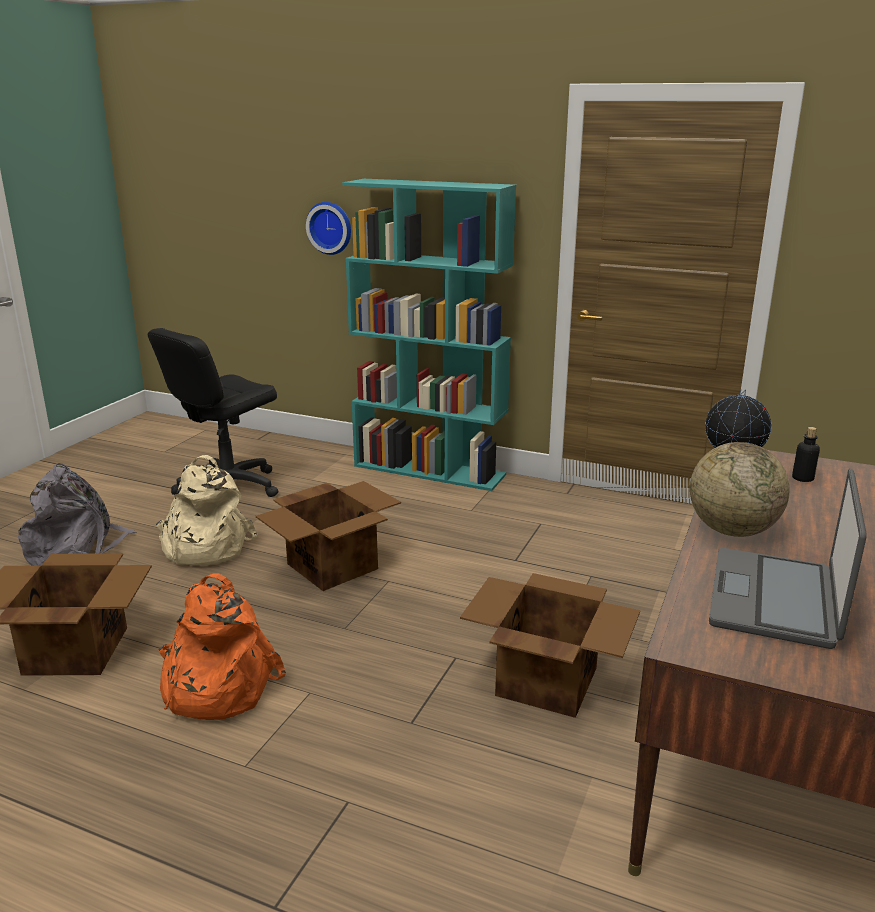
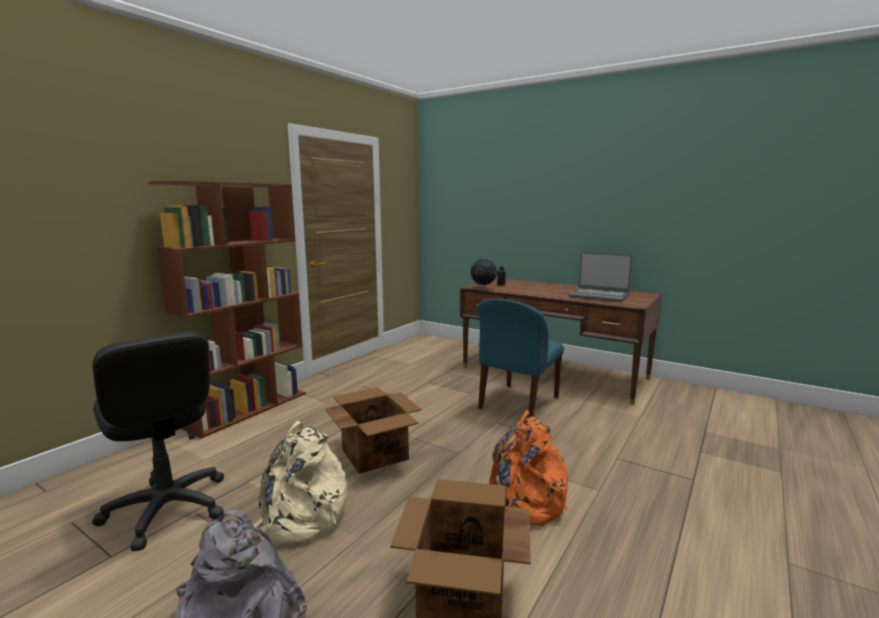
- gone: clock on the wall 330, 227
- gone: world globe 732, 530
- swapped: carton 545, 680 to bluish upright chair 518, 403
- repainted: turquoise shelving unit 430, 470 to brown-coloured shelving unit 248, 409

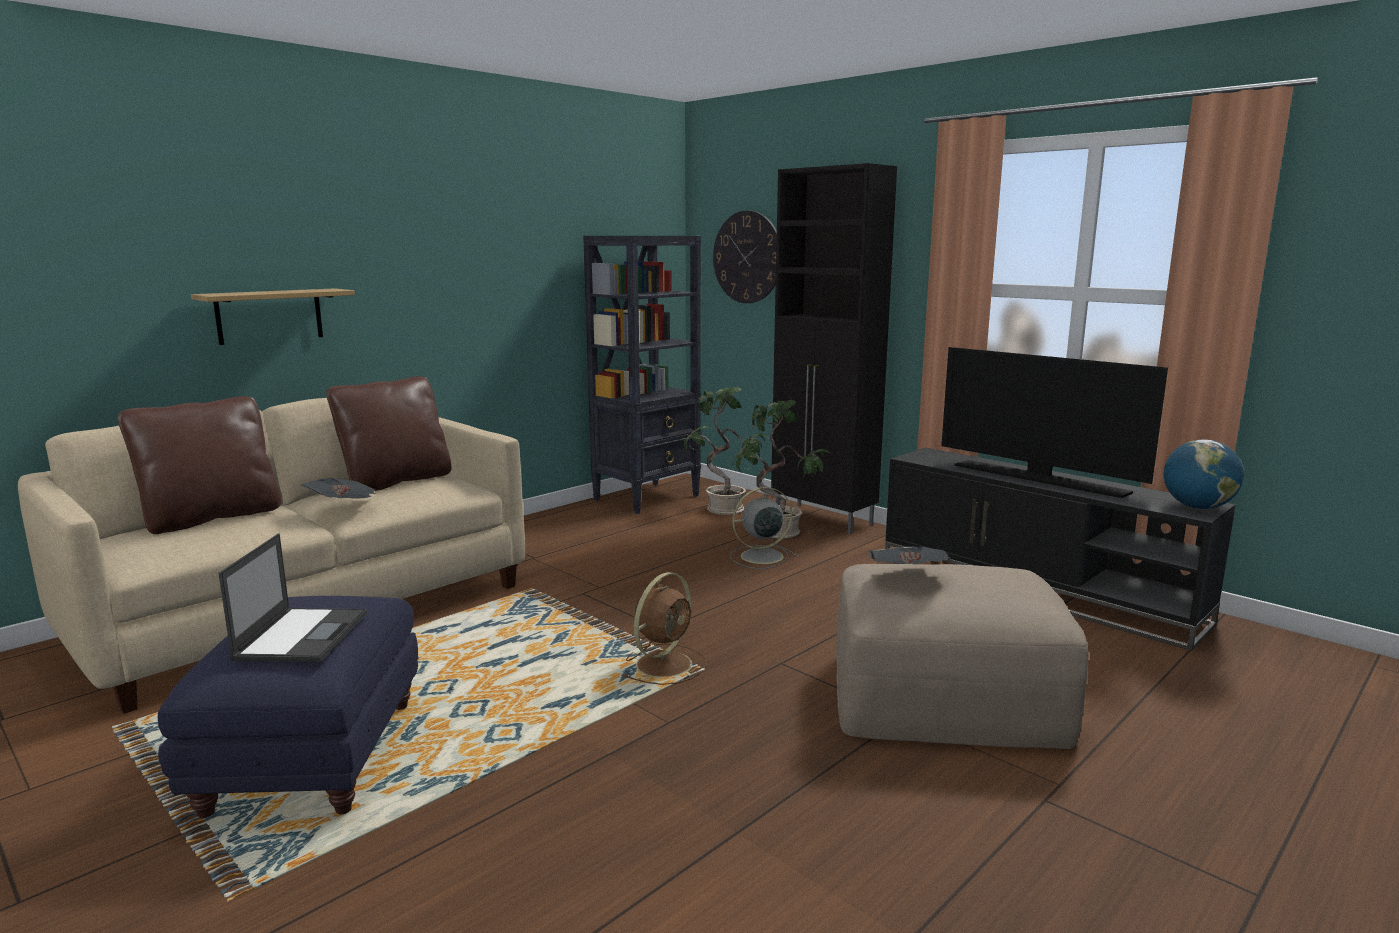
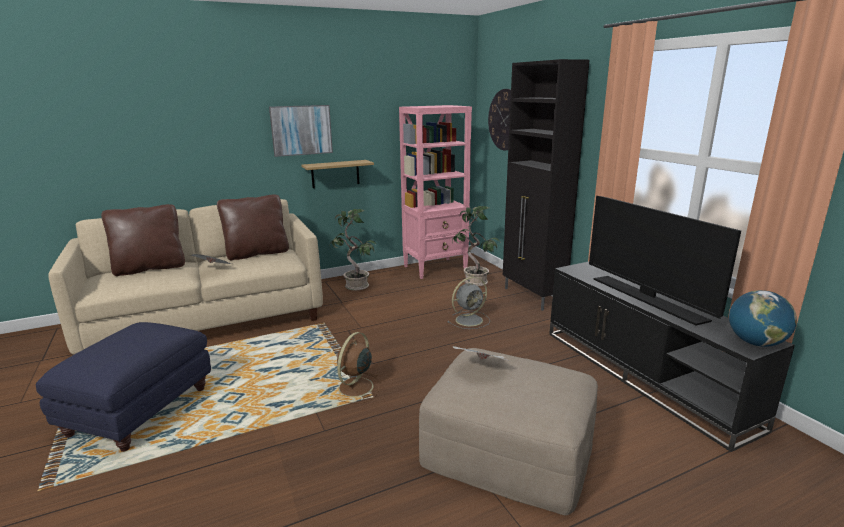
- gone: laptop 302, 635
- new: picture 301, 130
- shifted: bracket shelf 269, 316 to 335, 174
- shifted: houseplant 778, 532 to 355, 286
- repainted: black-coloured shelving unit 647, 497 to pinkish shelving unit 436, 268
- rotated: brown-coloured electric fan 665, 664 = 355, 388 150 degrees clockwise
- rotated: grey electric fan 760, 557 = 470, 320 150 degrees clockwise

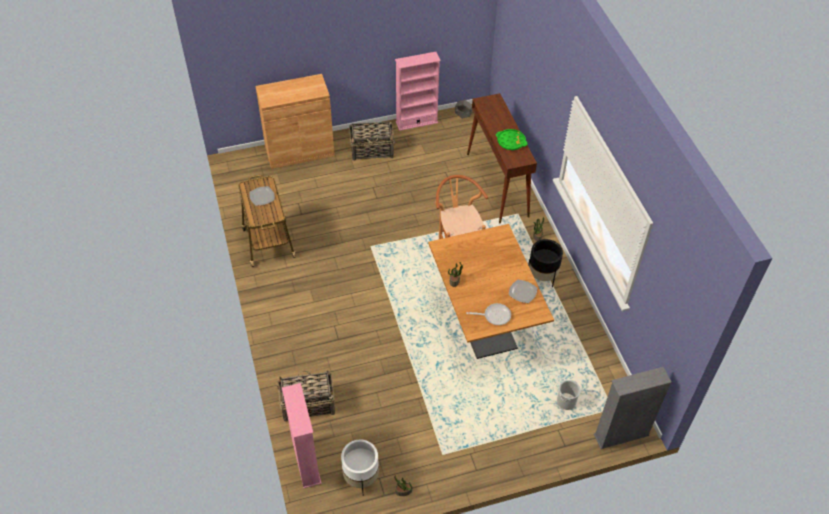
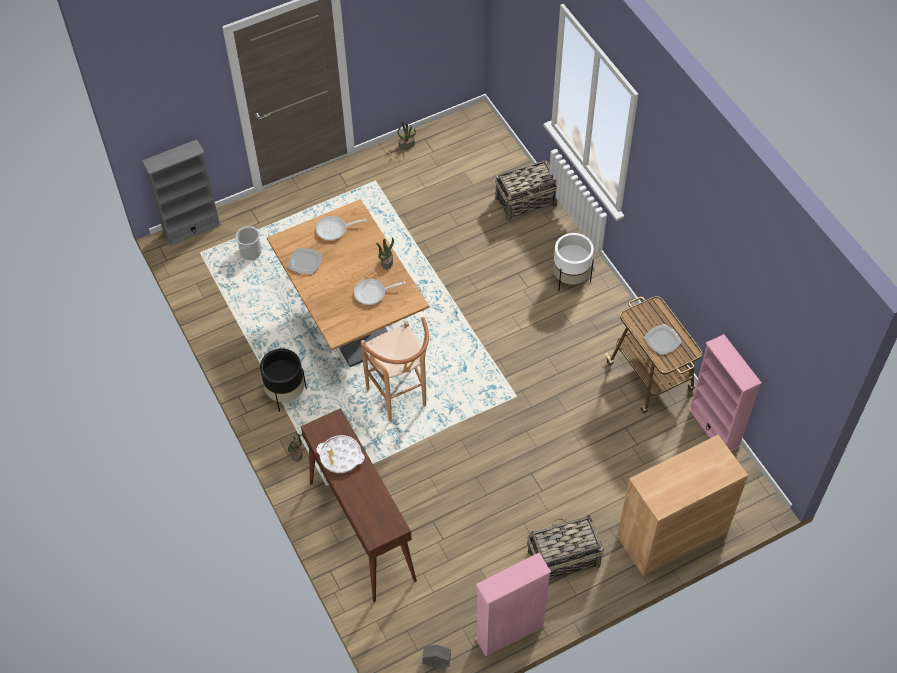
- new: skillet 373, 293
- shifted: pinkish shelving unit 306, 462 to 714, 427
- shifted: white flower pot 361, 478 to 570, 279
- repainted: green-coloured serving tray 511, 141 to white serving tray 341, 456

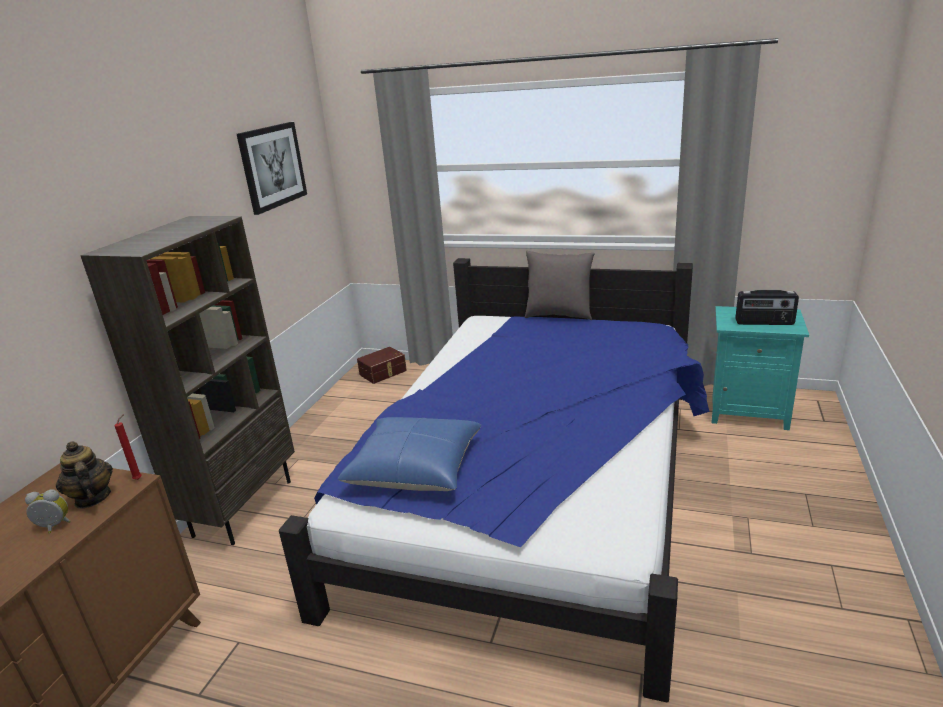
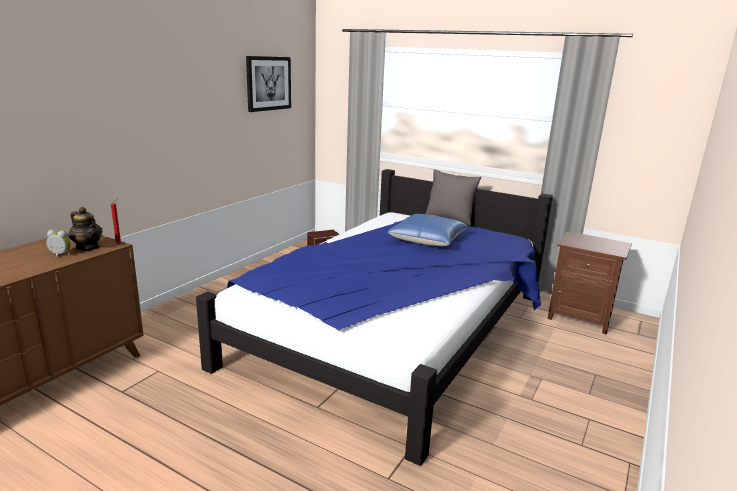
- gone: brown-coloured shelving unit 243, 507
- gone: radio set 764, 323
- shifted: bluish pillow 415, 468 to 427, 240
- repainted: turquoise bedside table 748, 412 to brown-coloured bedside table 580, 317
- rotated: tea pot 92, 498 = 88, 247 150 degrees clockwise

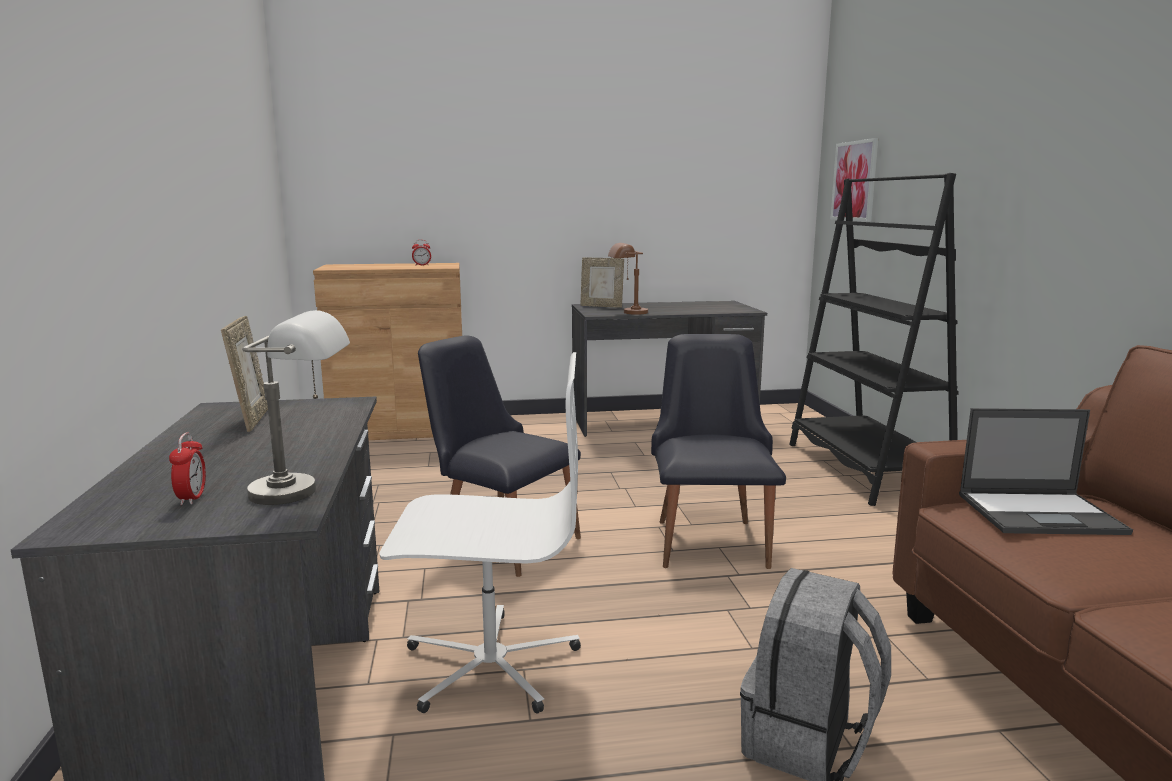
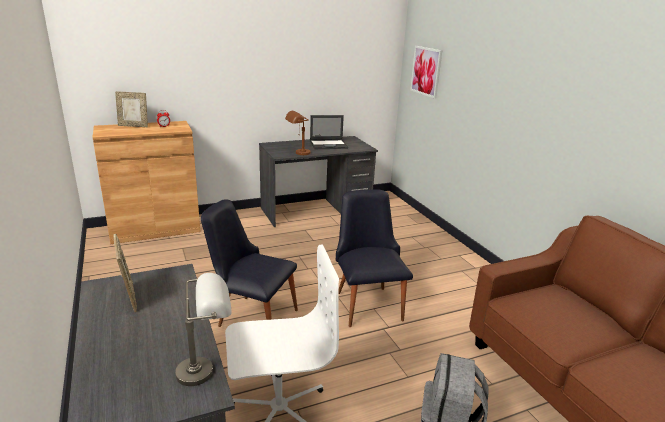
- gone: alarm clock 192, 498
- gone: black-coloured shelving unit 865, 469
- shifted: photo frame 602, 306 to 133, 126
- shifted: laptop 1041, 513 to 329, 145

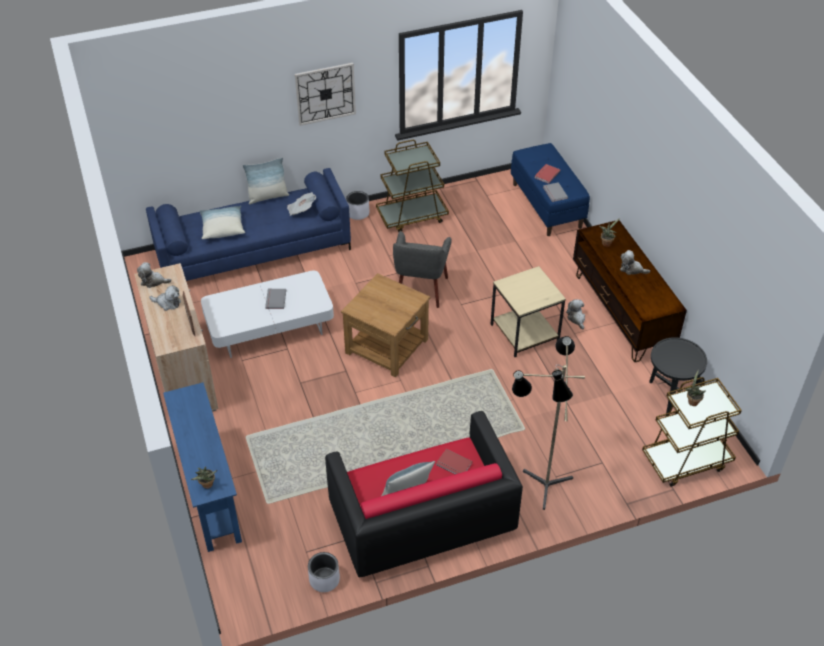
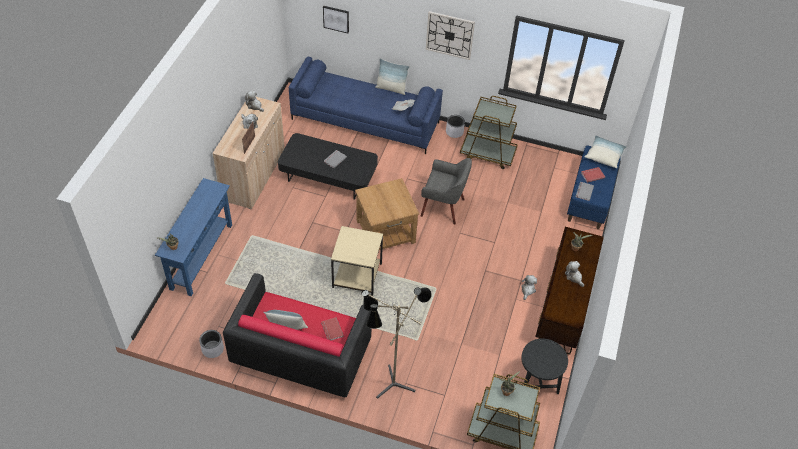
- new: picture 336, 19
- shifted: pillow 222, 228 to 604, 156
- shifted: beige accent table 524, 333 to 356, 276
- repainted: white lounge table 270, 327 to black-coloured lounge table 328, 176
- rotated: grey armchair 420, 290 = 443, 207 120 degrees counterclockwise

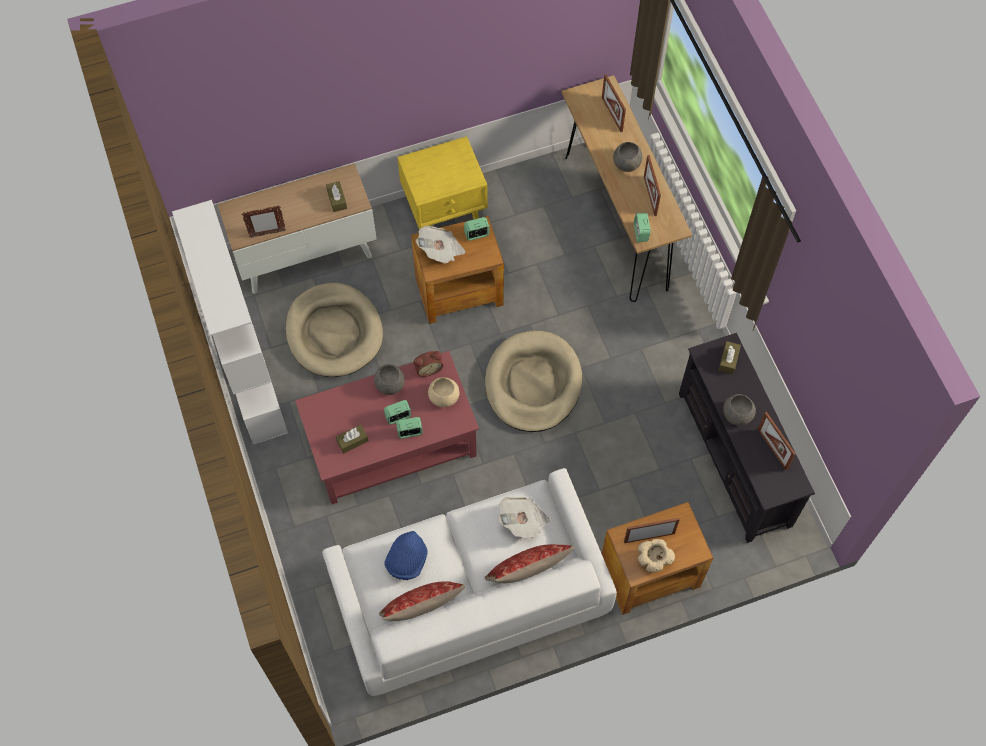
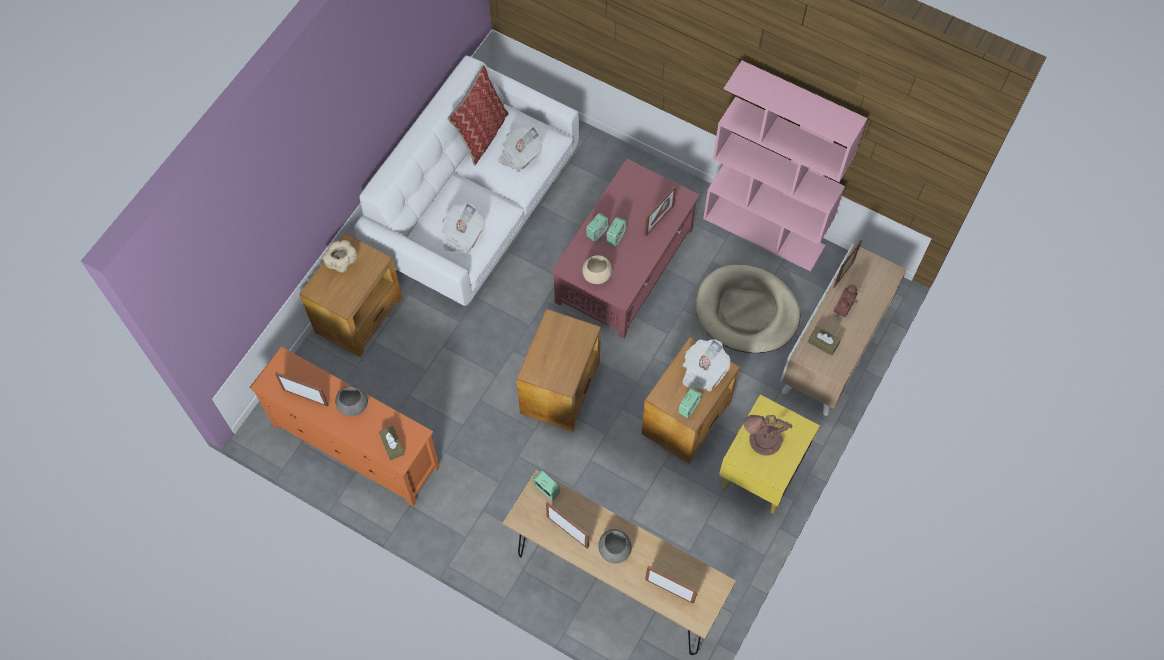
- gone: brown-coloured tissue box 352, 441
- gone: grey serving bowl 389, 383
- gone: pillow 526, 575
- new: brown-coloured table lamp 762, 440
- shifted: alarm clock 428, 368 to 845, 309
- shifted: photo frame 649, 537 to 659, 220
- swapped: bluish hat 407, 560 to printed paper 520, 155
- swapped: beige dog bed 533, 383 to brown-coloured accent table 561, 388
- repainted: white shelving unit 252, 383 to pinkish shelving unit 764, 232
- repainted: black-coloured tv unit 734, 459 to orange tv unit 355, 447

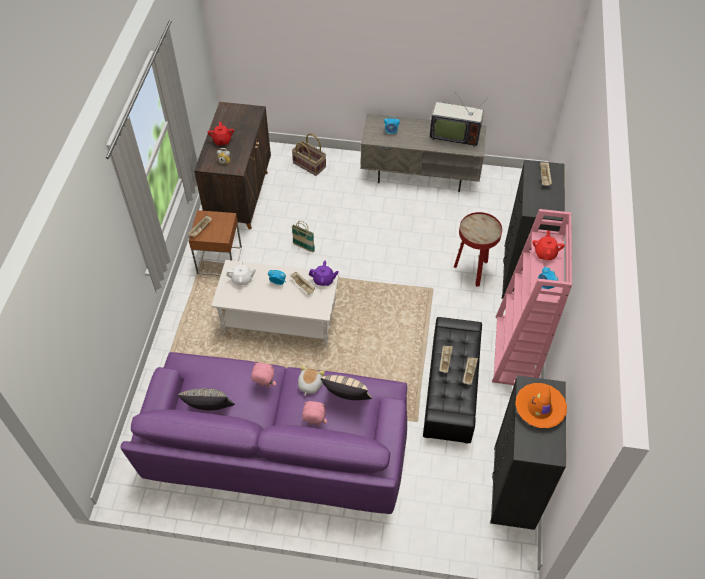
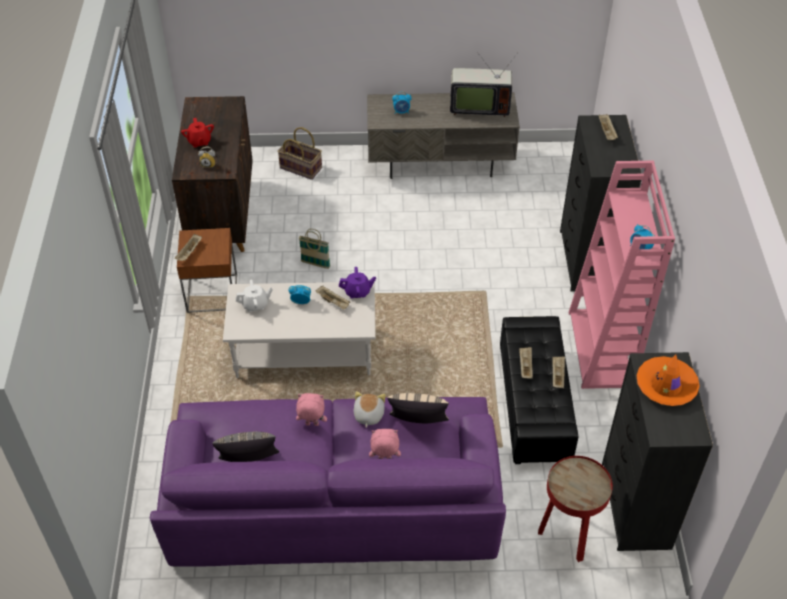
- gone: red-coloured tea pot 545, 253
- shifted: red-coloured accent table 472, 271 to 566, 537

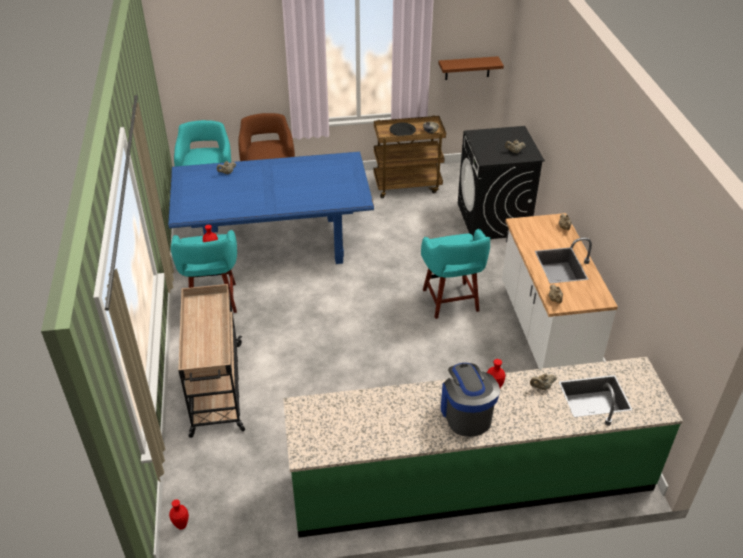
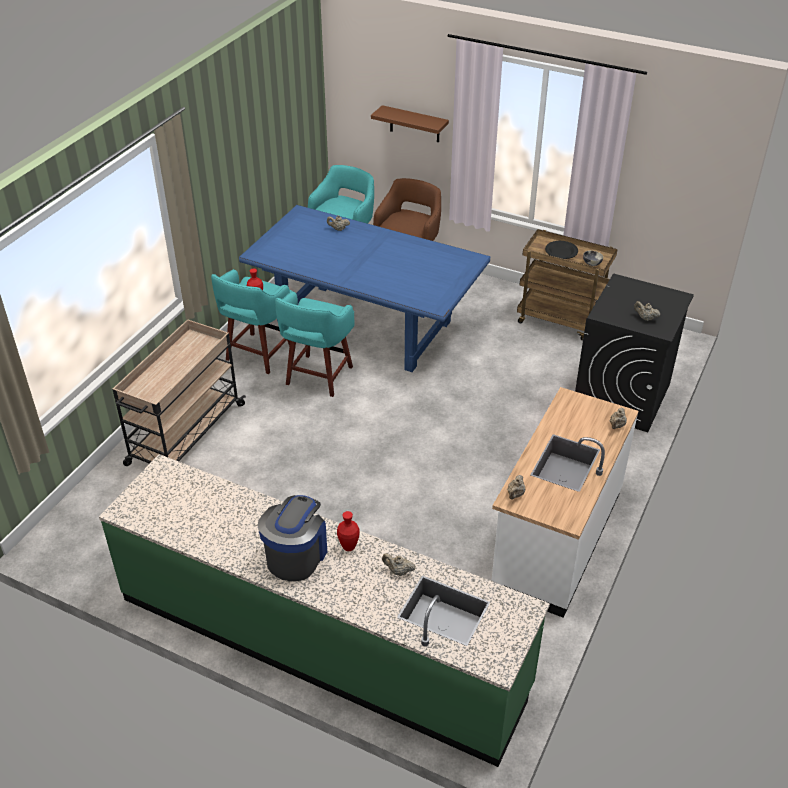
- gone: red-coloured decorative vase 181, 525
- shifted: turquoise sitting stool 451, 302 to 318, 377
- shifted: brown-coloured bracket shelf 467, 68 to 414, 124

